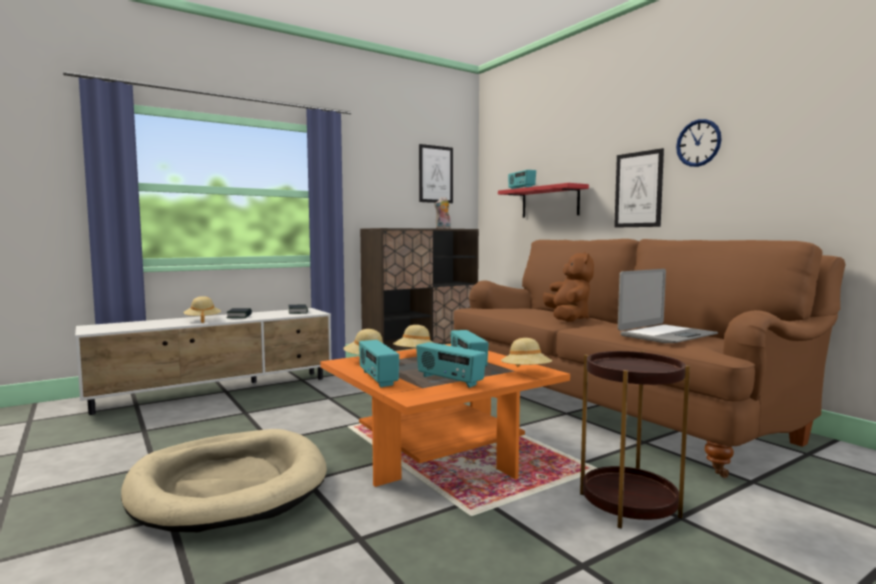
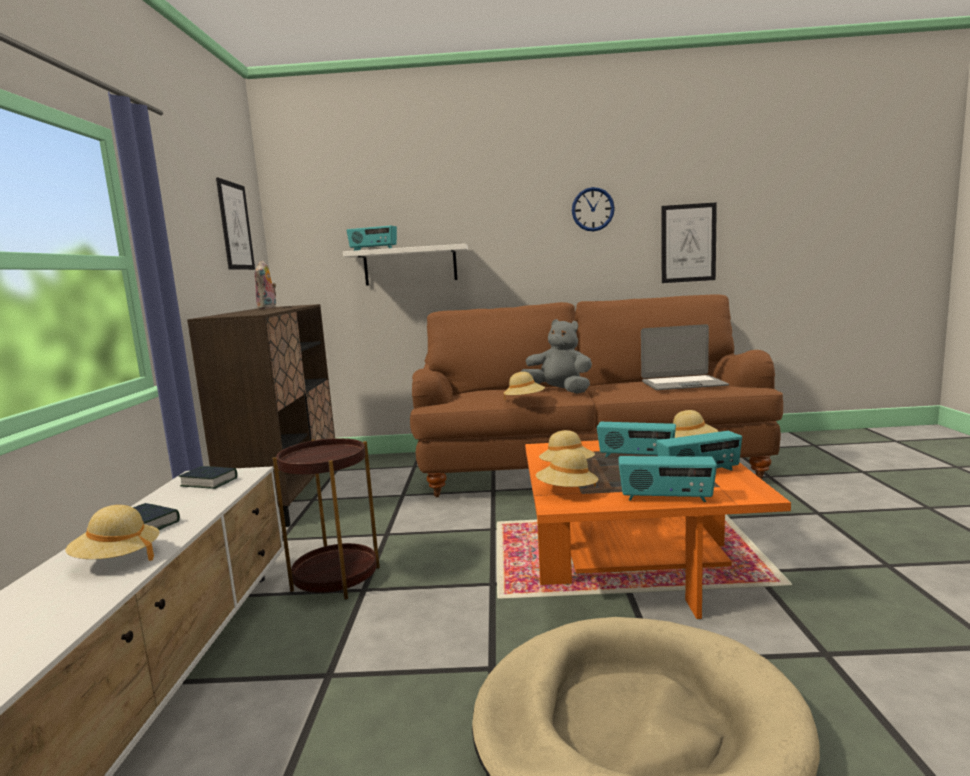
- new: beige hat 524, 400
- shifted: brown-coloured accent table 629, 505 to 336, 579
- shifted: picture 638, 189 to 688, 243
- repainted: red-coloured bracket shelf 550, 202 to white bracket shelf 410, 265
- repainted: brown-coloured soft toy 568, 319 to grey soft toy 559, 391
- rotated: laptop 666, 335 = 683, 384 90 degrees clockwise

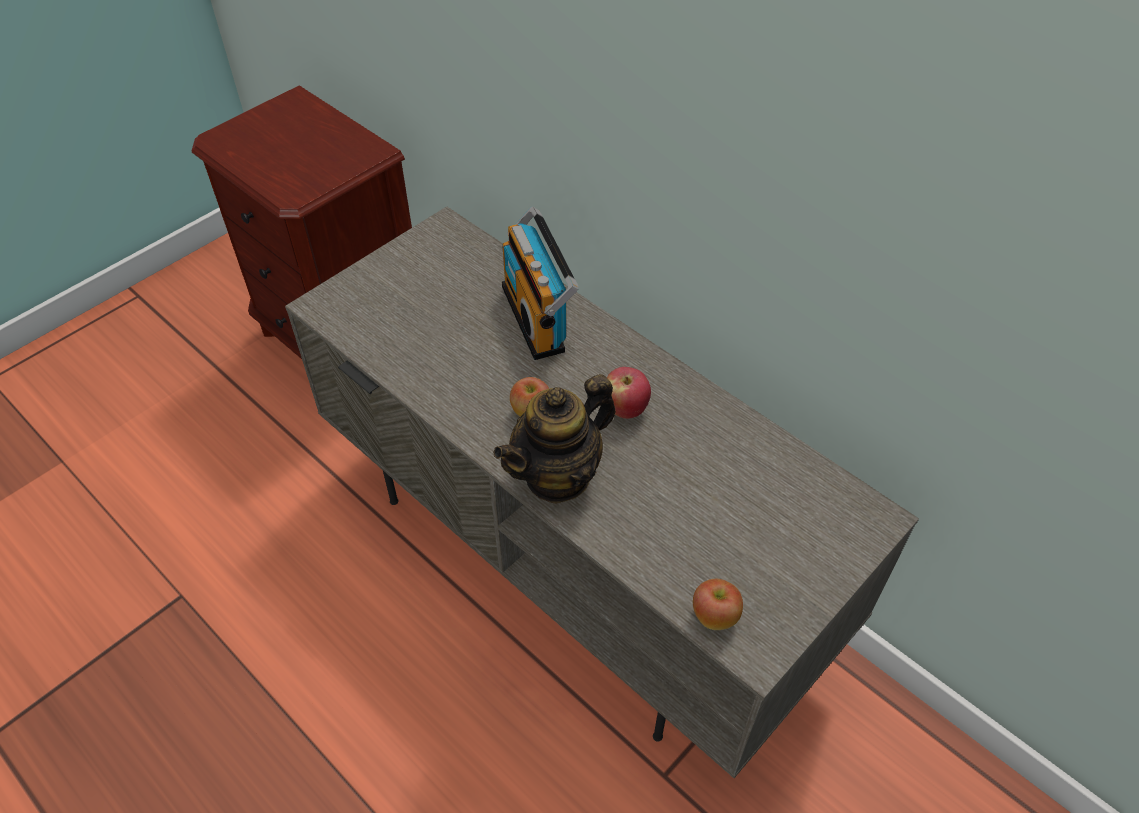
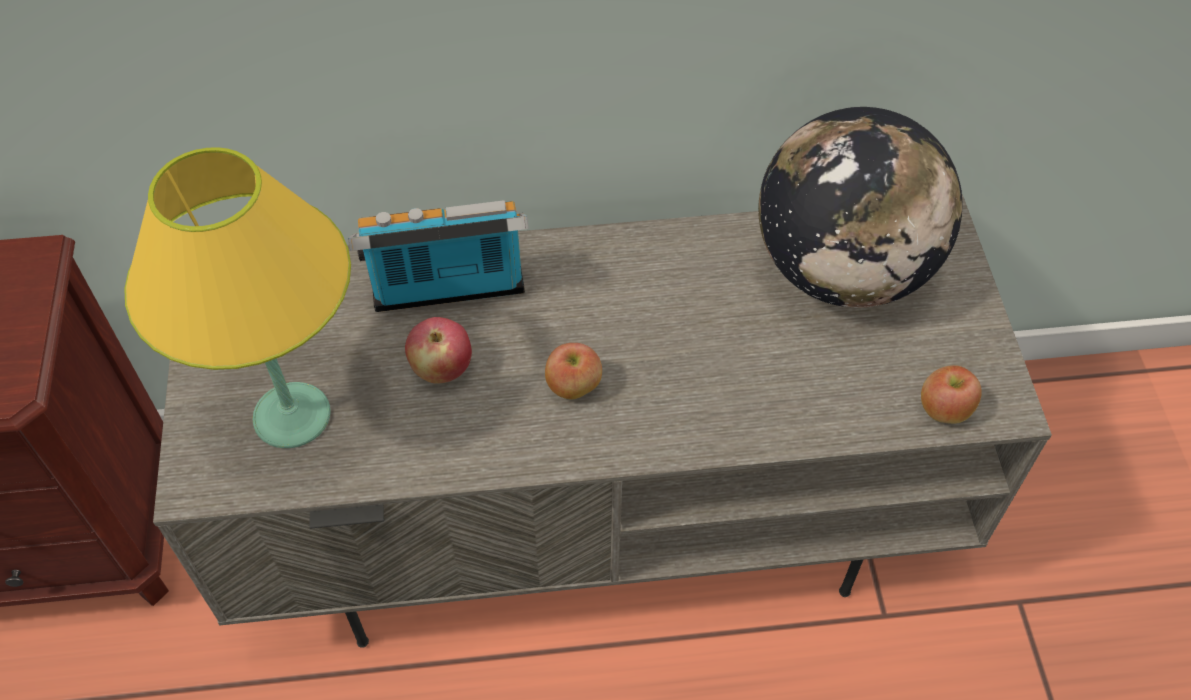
- gone: tea pot 558, 475
- new: yellow-coloured table lamp 291, 416
- new: world globe 842, 270
- shifted: apple fruit 625, 408 to 441, 369
- rotated: radio set 538, 317 = 449, 292 150 degrees clockwise

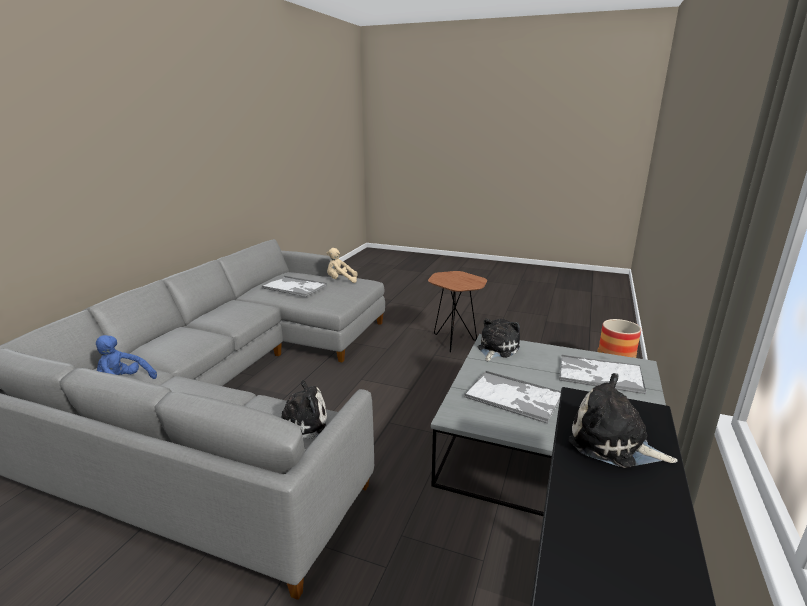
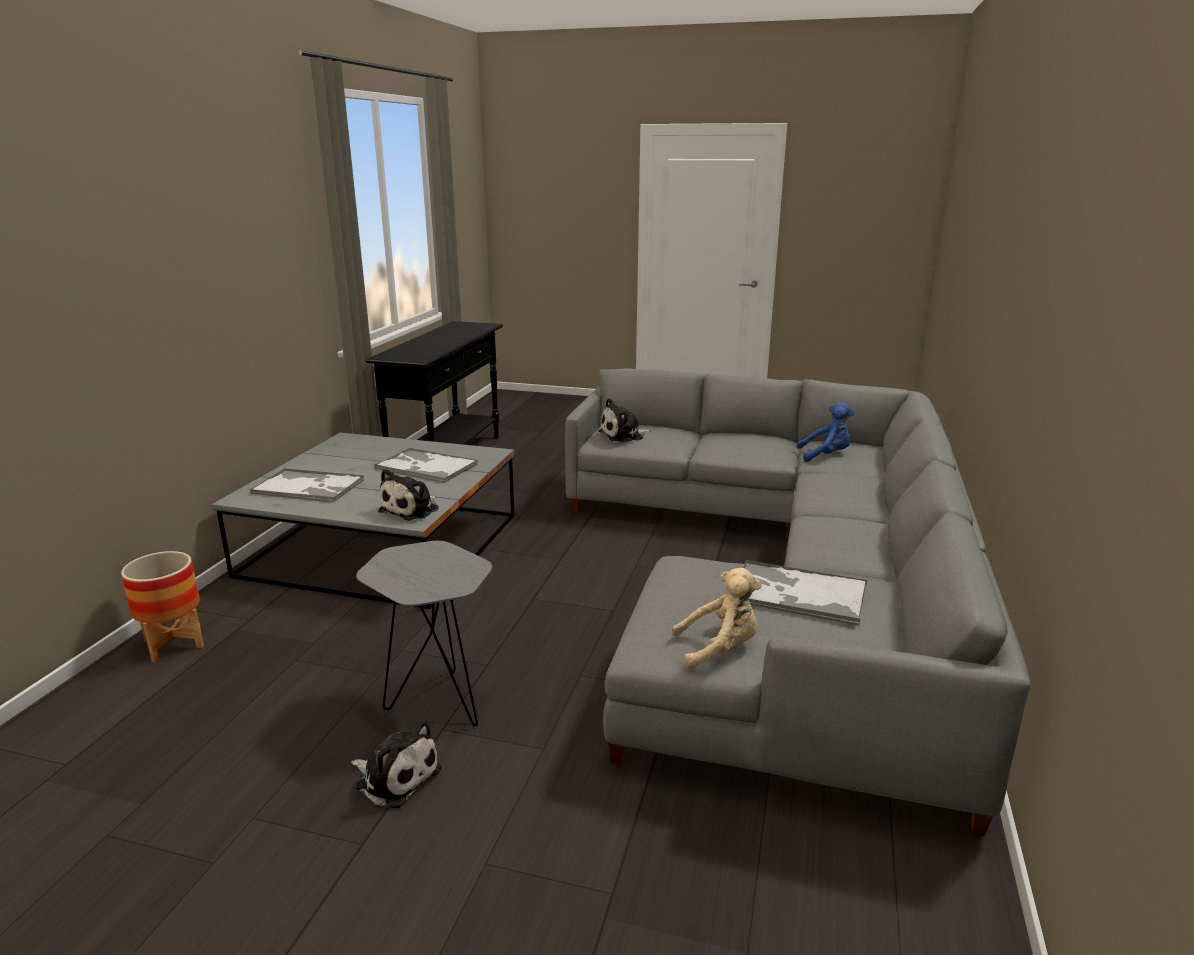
- shifted: soft toy 613, 443 to 395, 777
- repainted: brown-coloured accent table 454, 342 to grey accent table 436, 700

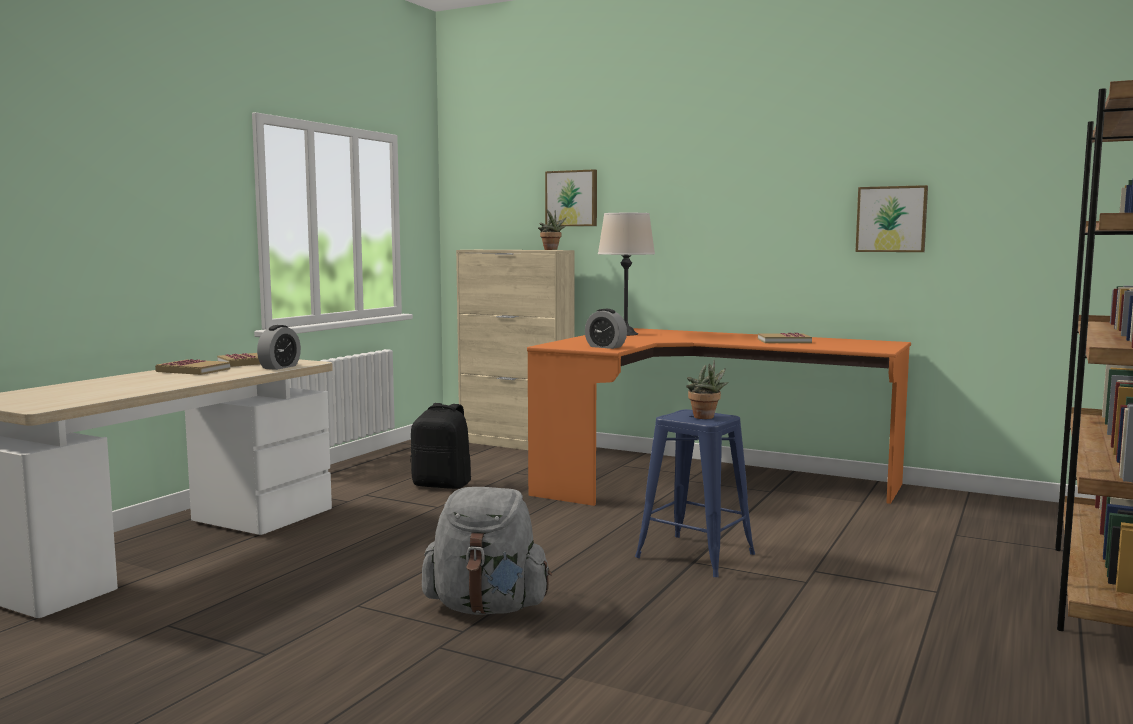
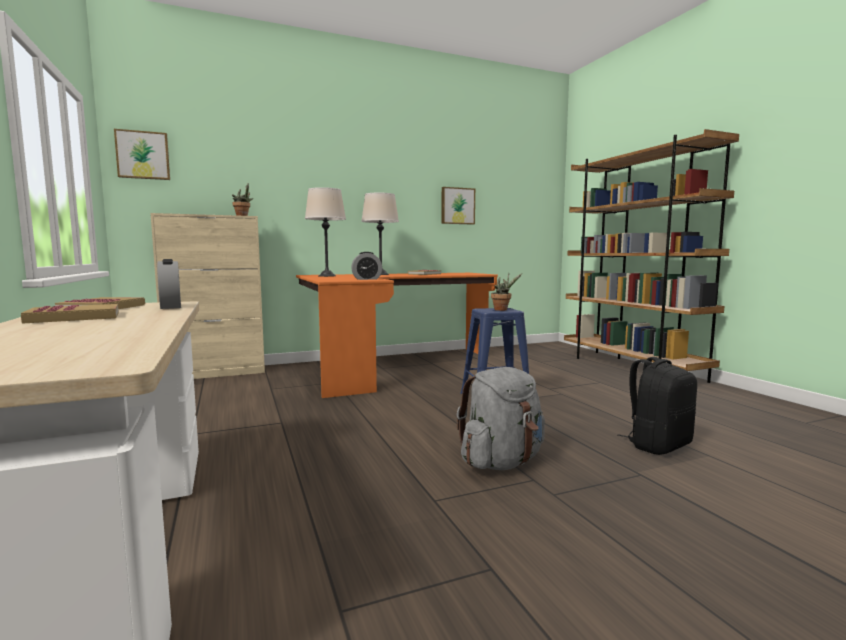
- new: beige table lamp 381, 274
- shifted: black-coloured rucksack 442, 485 to 657, 445
- shifted: picture 572, 198 to 143, 155

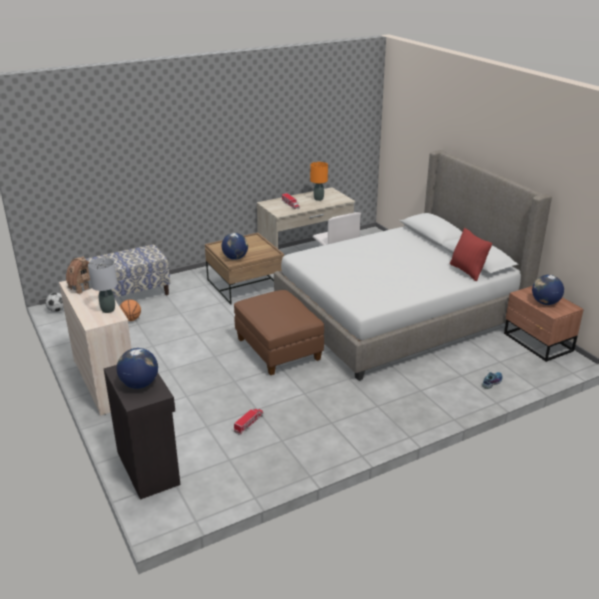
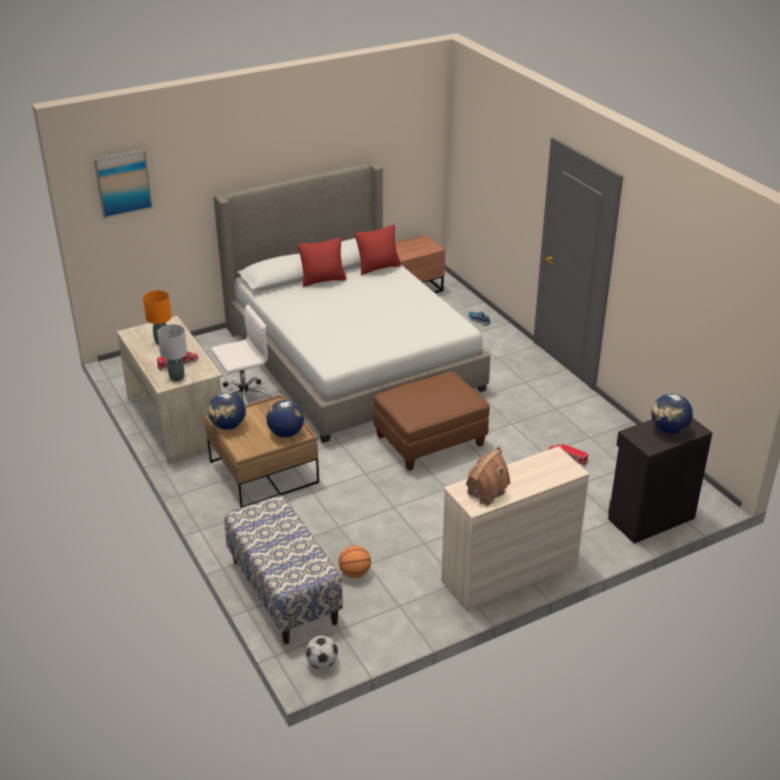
- new: picture 123, 183
- new: red-coloured pillow 323, 280
- shifted: grey table lamp 108, 310 to 177, 378
- shifted: world globe 545, 303 to 228, 426

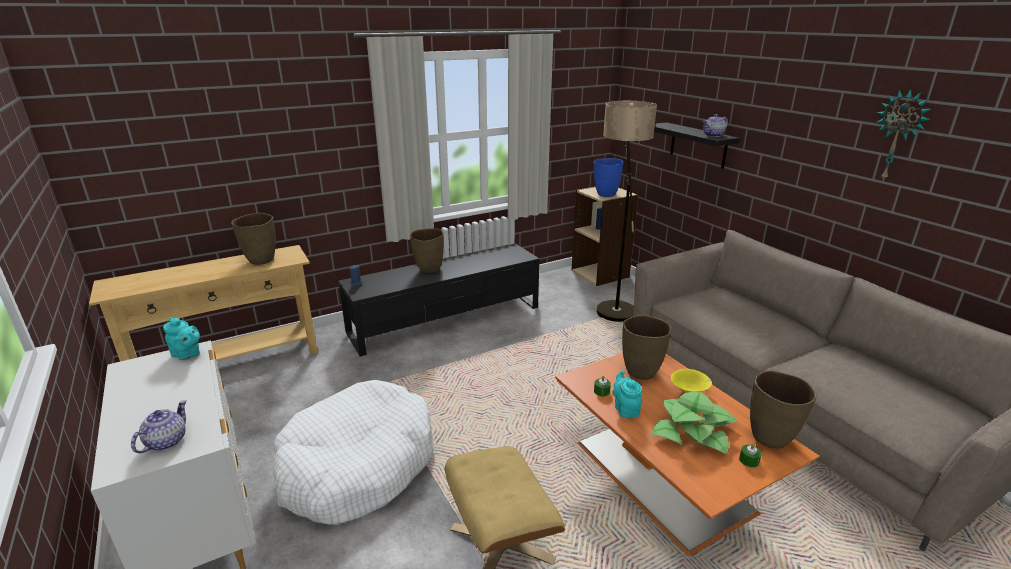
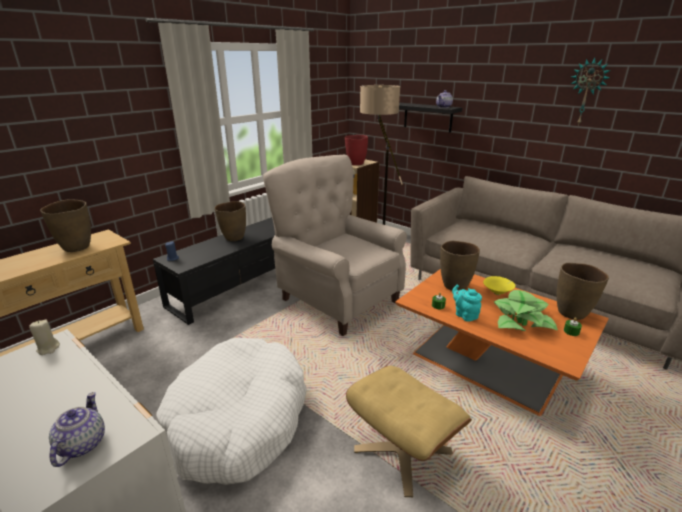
- new: beige armchair 335, 299
- swapped: turquoise tea pot 187, 355 to beige wax candle 48, 348
- repainted: bluish decorative vase 605, 194 to red-coloured decorative vase 356, 163

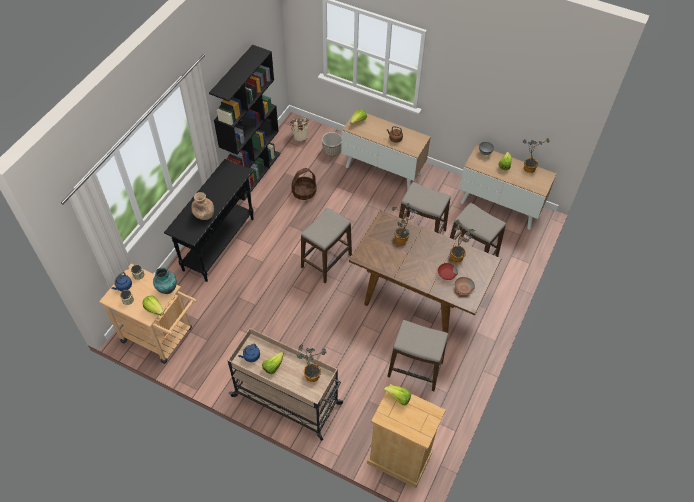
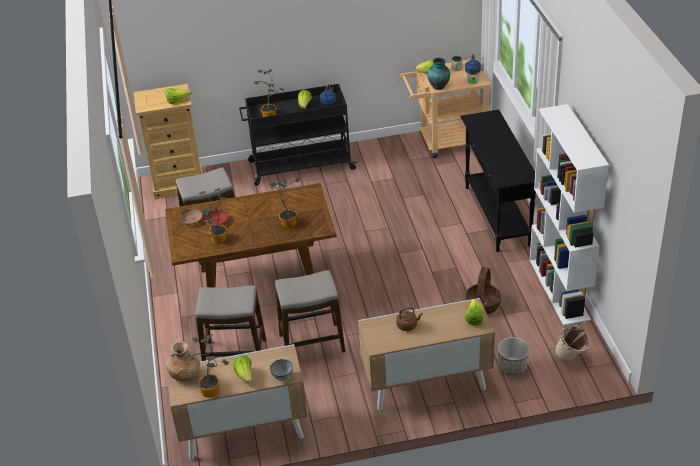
- gone: sitting stool 326, 261
- shifted: brown-coloured decorative vase 203, 214 to 185, 374
- repainted: black-coloured shelving unit 254, 172 to white shelving unit 560, 289
- repainted: beige cart 288, 400 to black-coloured cart 300, 165

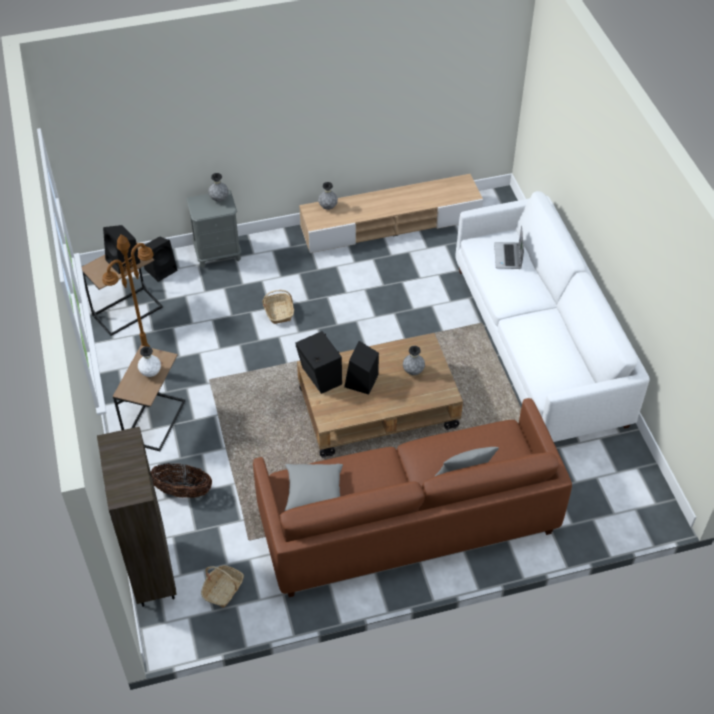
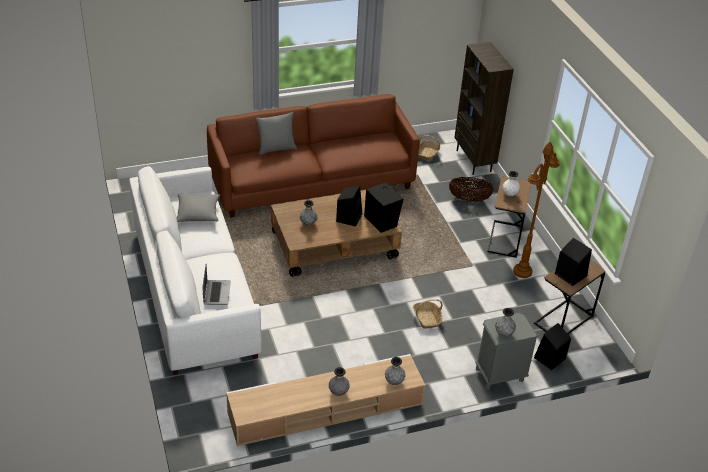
- new: grey decorative vase 338, 392
- shifted: grey pillow 314, 493 to 198, 213

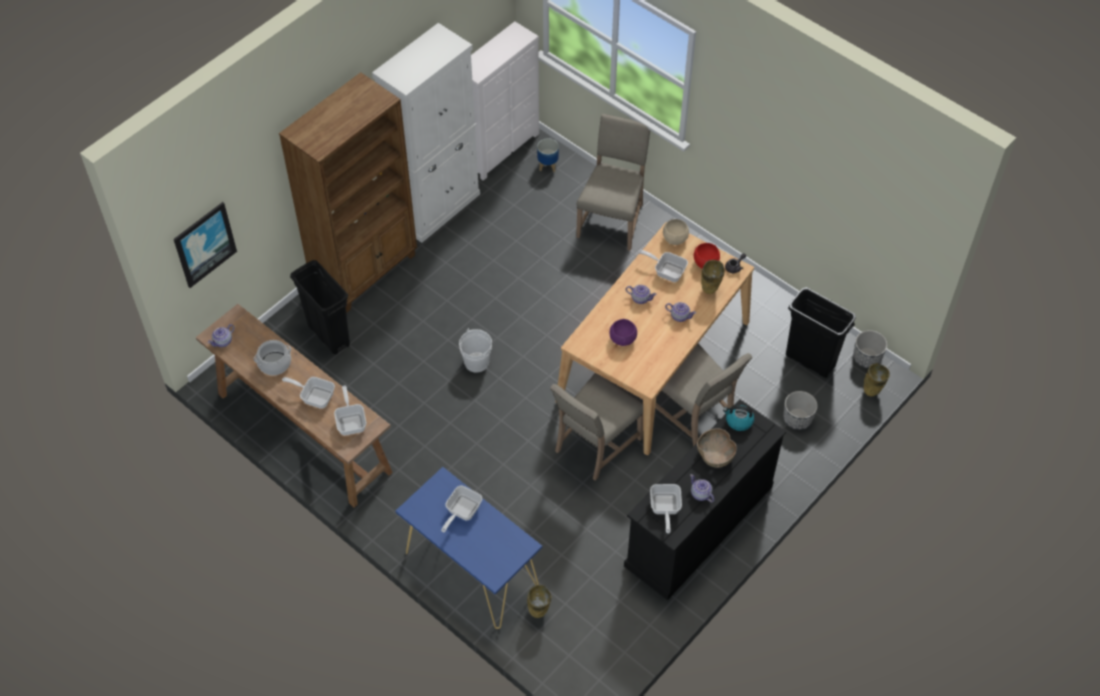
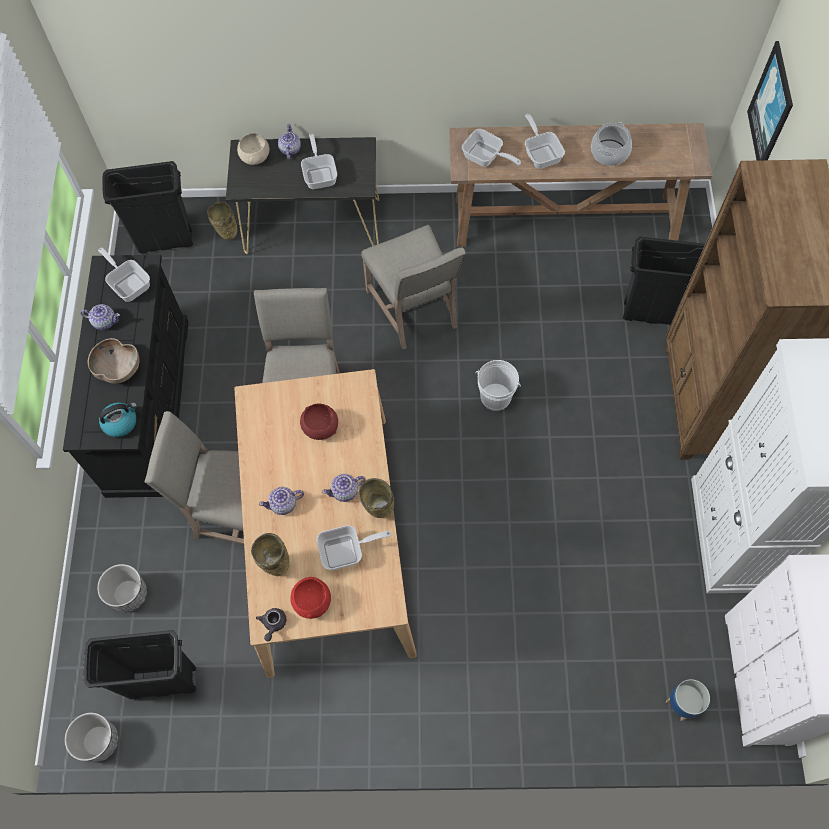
- new: black-coloured waste bin 166, 241
- shifted: tea pot 223, 341 to 290, 149
- shifted: beige upright chair 612, 219 to 415, 310
- shifted: beige serving bowl 675, 238 to 255, 158
- shifted: beige decorative vase 872, 392 to 378, 511
- repainted: bluish narrow table 471, 569 to black-coloured narrow table 313, 226
- repainted: purple-coloured serving bowl 623, 339 to red-coloured serving bowl 320, 428
- rotated: skillet 314, 396 = 541, 153 90 degrees counterclockwise

